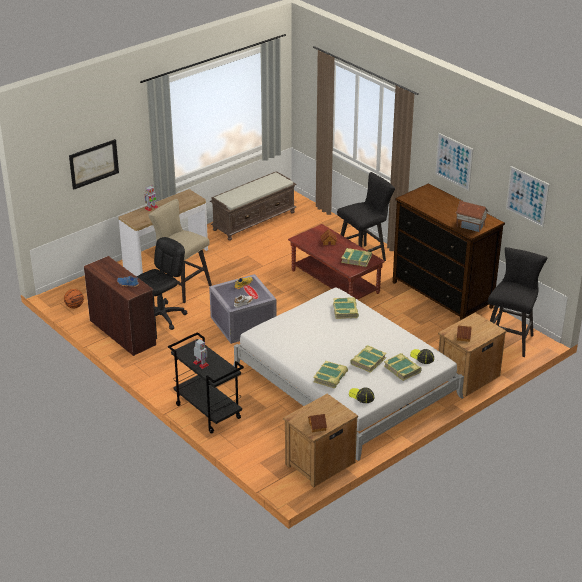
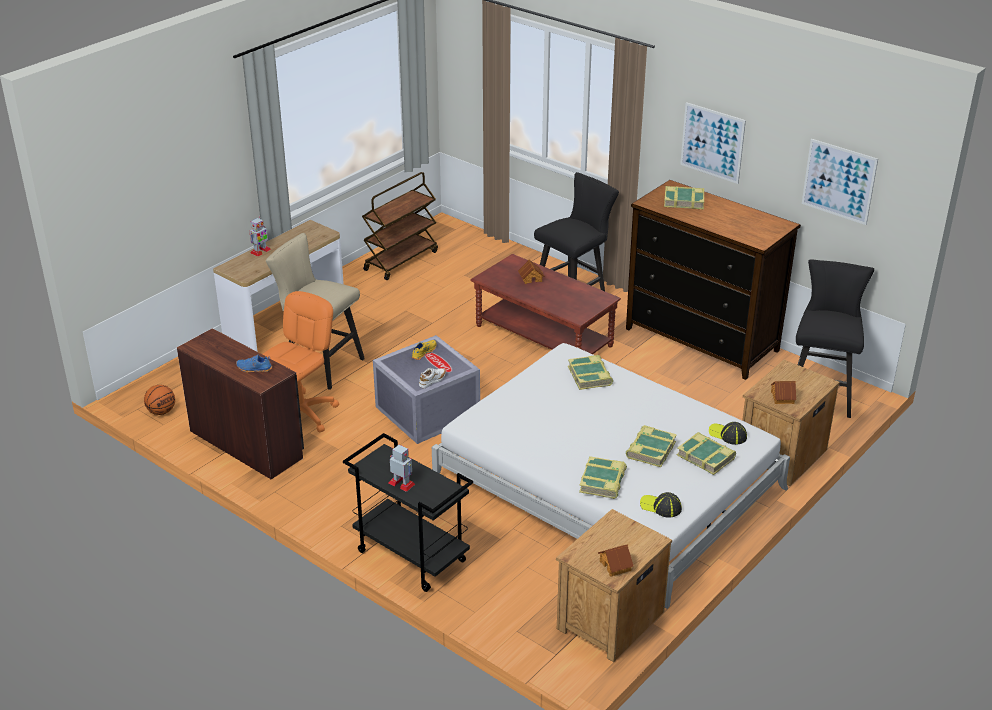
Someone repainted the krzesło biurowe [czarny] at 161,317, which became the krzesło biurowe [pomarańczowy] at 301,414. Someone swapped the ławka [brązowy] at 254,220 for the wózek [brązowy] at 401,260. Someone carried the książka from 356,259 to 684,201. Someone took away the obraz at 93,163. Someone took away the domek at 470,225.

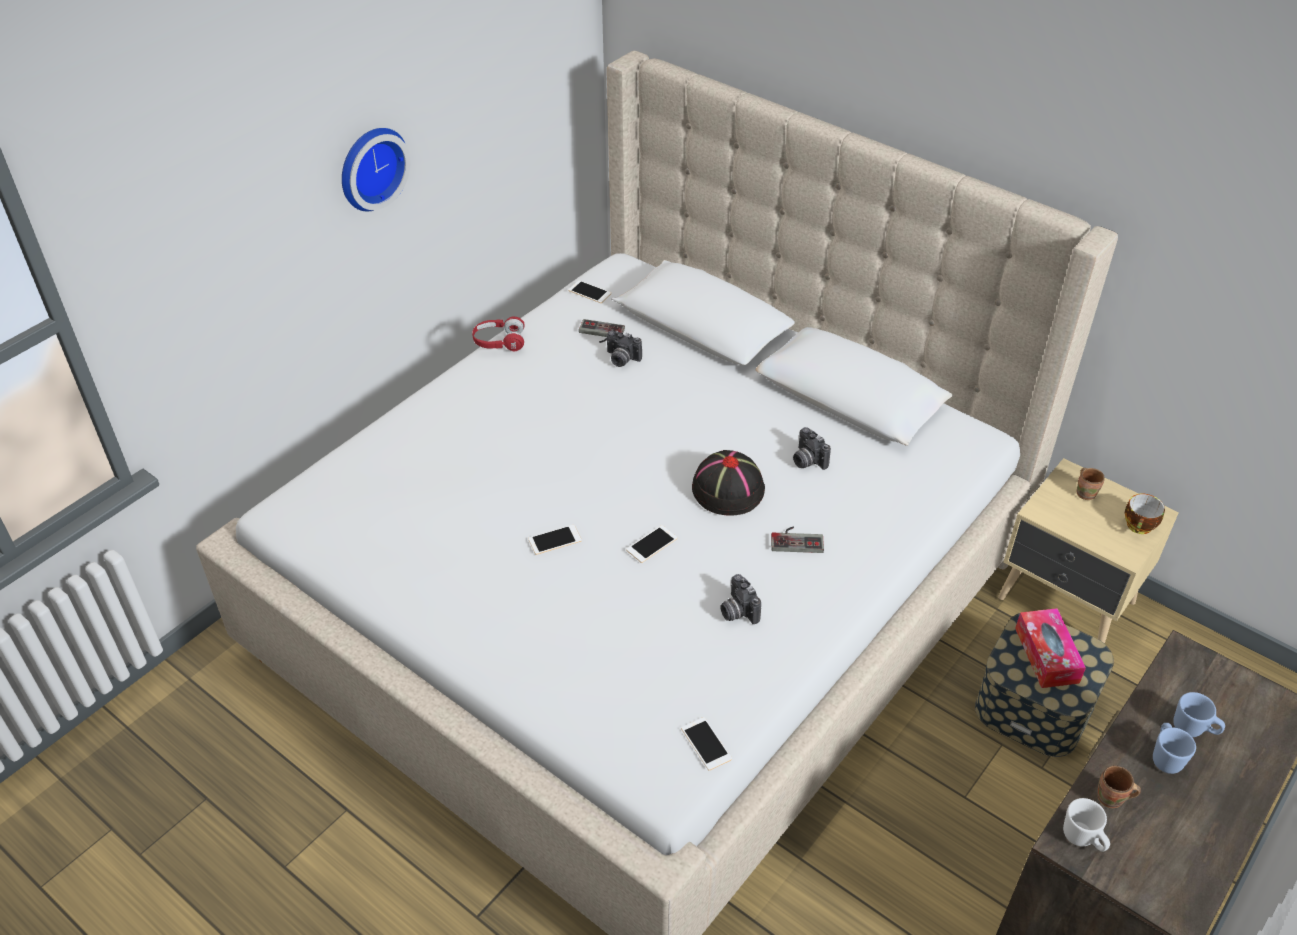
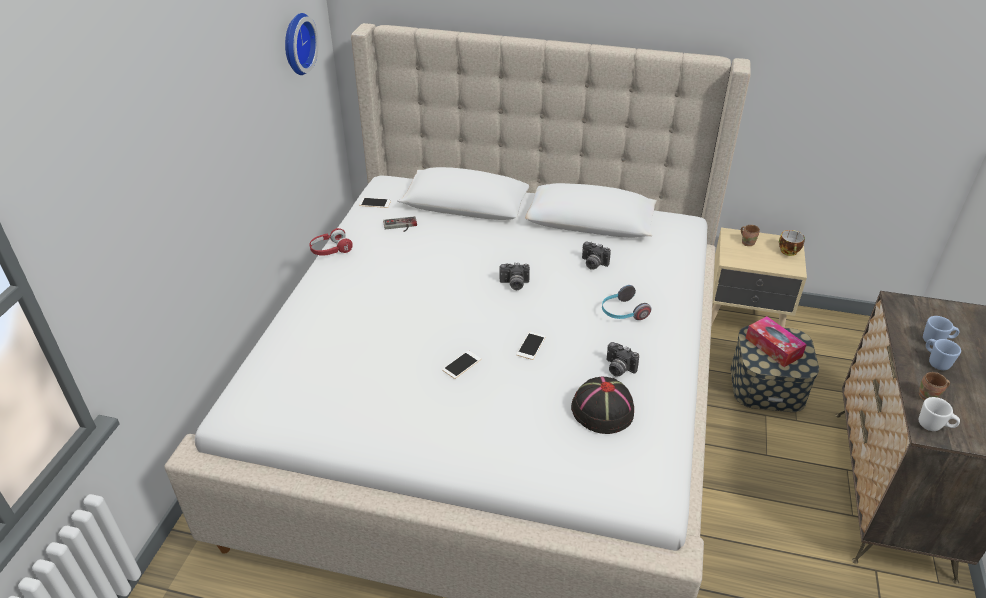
Someone carried the zegar ścienny from 370,167 to 296,43. Someone carried the aparat fotograficzny from 621,359 to 514,284. Someone carried the kapelusz [czarny] from 727,489 to 602,410. Someone swapped the pad do gier at 796,539 for the słuchawki at 622,312. Someone took away the telefon at 706,744.

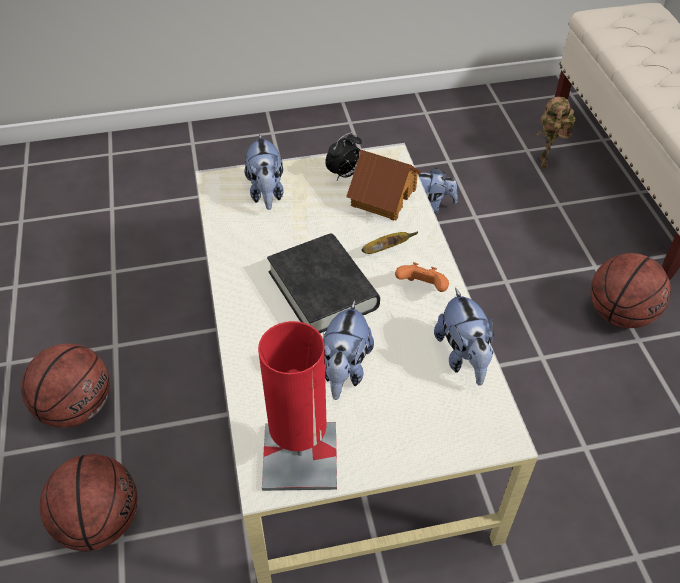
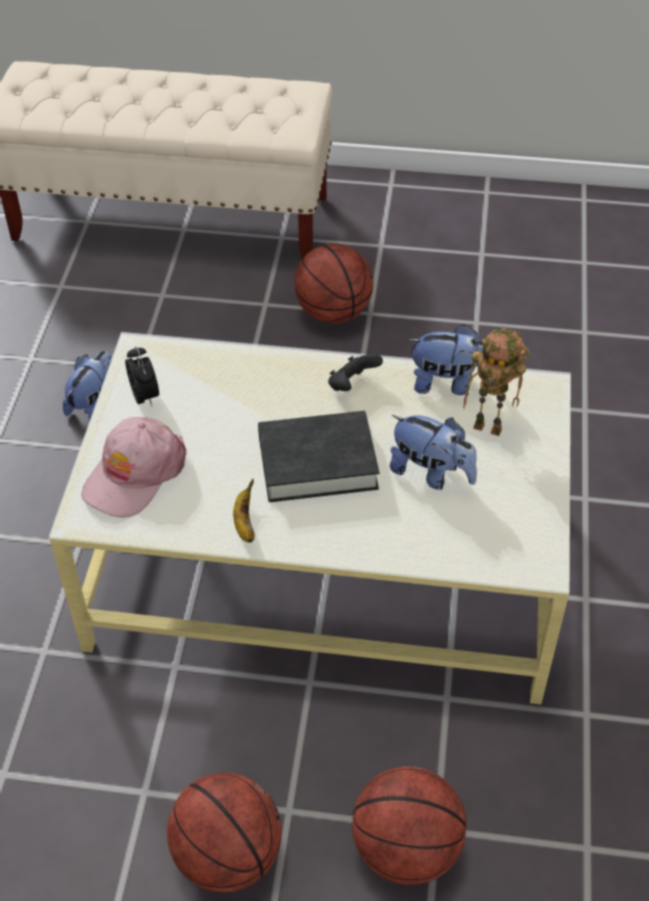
Someone swapped the pluszak at 266,192 for the czapka z daszkiem [różowy] at 134,474. Someone carried the banan from 386,249 to 244,523. Someone repainted the pad do gier [pomarańczowy] at 422,288, which became the pad do gier [czarny] at 352,385. Someone carried the robot zabawkowy from 546,163 to 490,427. Someone took away the lampa stołowa [czerwony] at 300,456. Someone took away the domek at 382,196.

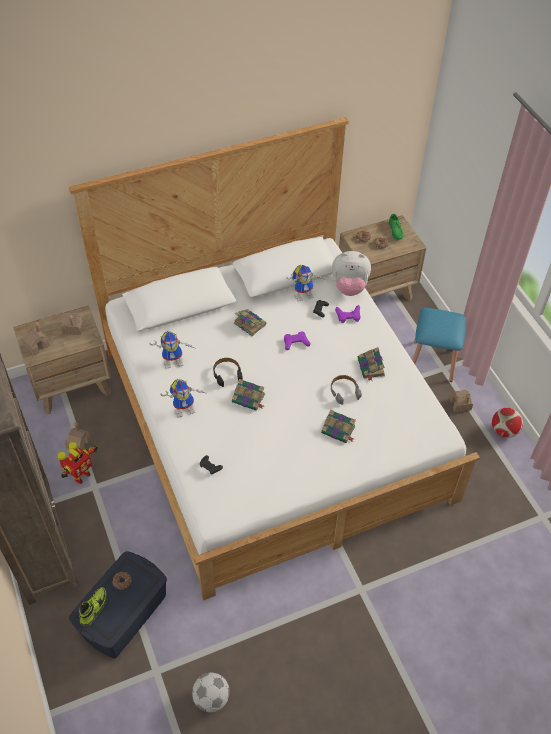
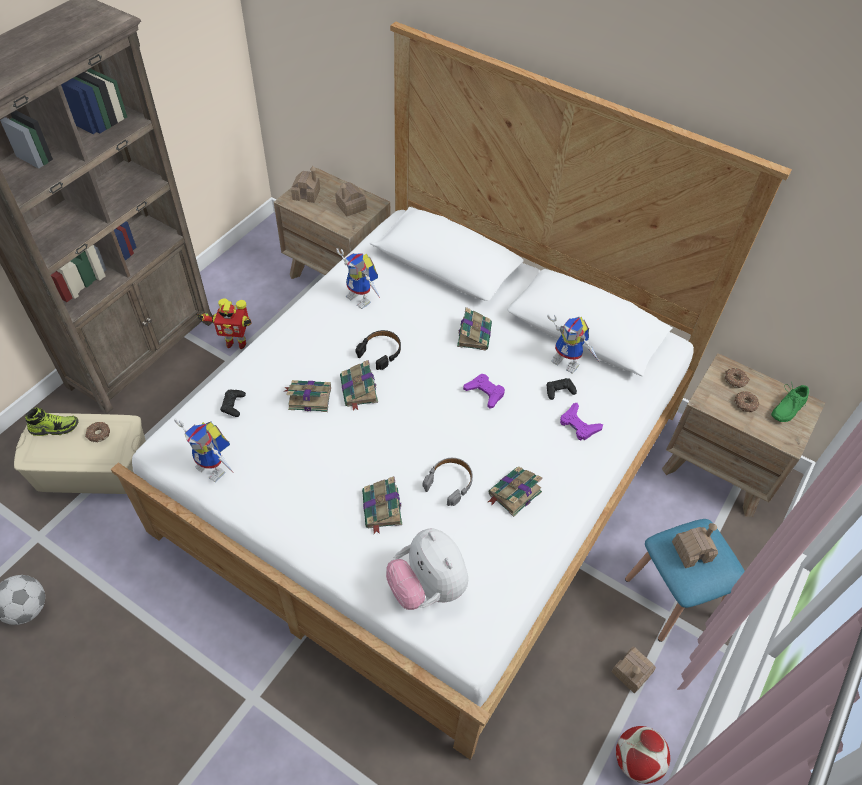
Someone repainted the pojemnik do przechowywania [niebieski] at 122,613, which became the pojemnik do przechowywania [beżowy] at 93,468. Someone carried the robot zabawkowy from 185,408 to 215,468. Someone put down the książka at 308,398. Someone carried the pluszak from 349,287 to 427,587. Someone carried the domek from 78,443 to 692,551.

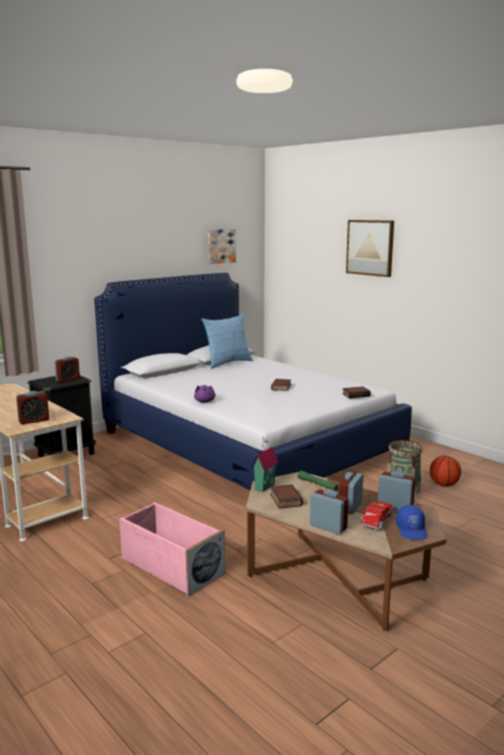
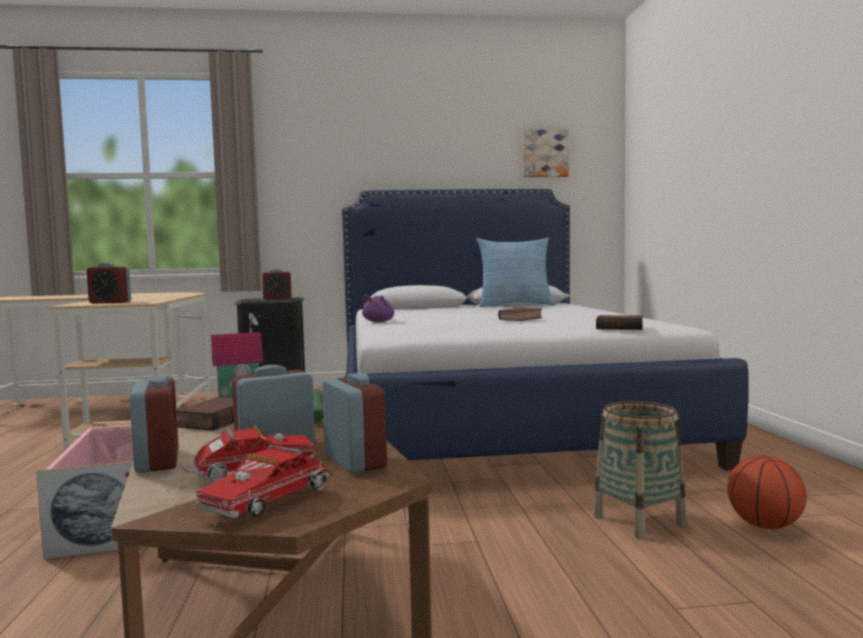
Someone swapped the czapka z daszkiem [niebieski] at 412,530 for the ciężarówka zabawkowa at 271,502. Someone took away the obraz at 370,247.

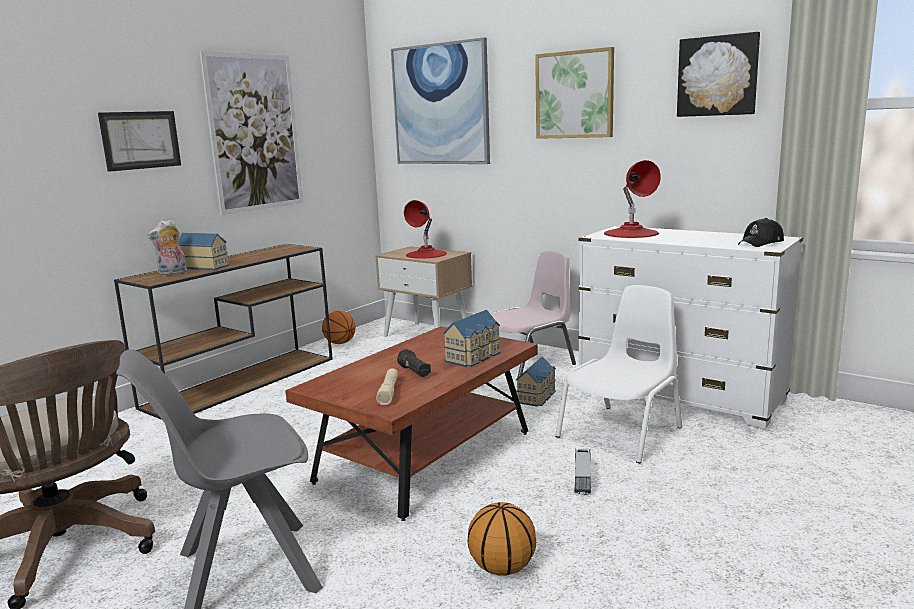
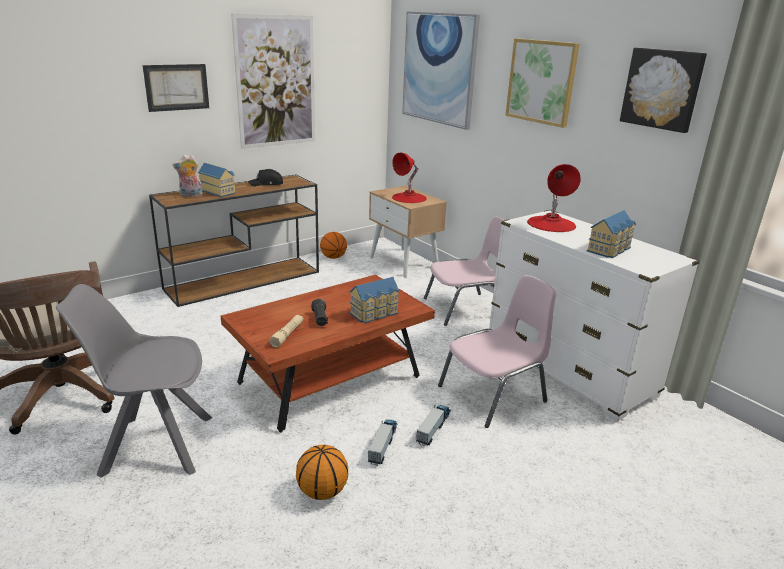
Someone carried the czapka z daszkiem [czarny] from 761,243 to 266,184. Someone put down the ciężarówka zabawkowa at 383,444. Someone repainted the krzesło [biały] at 622,432, which became the krzesło [różowy] at 494,394. Someone carried the domek from 537,396 to 610,249.

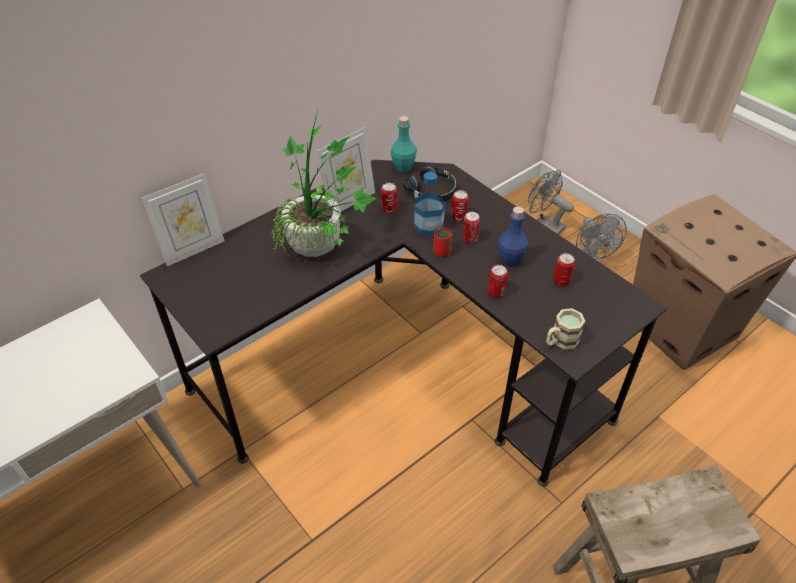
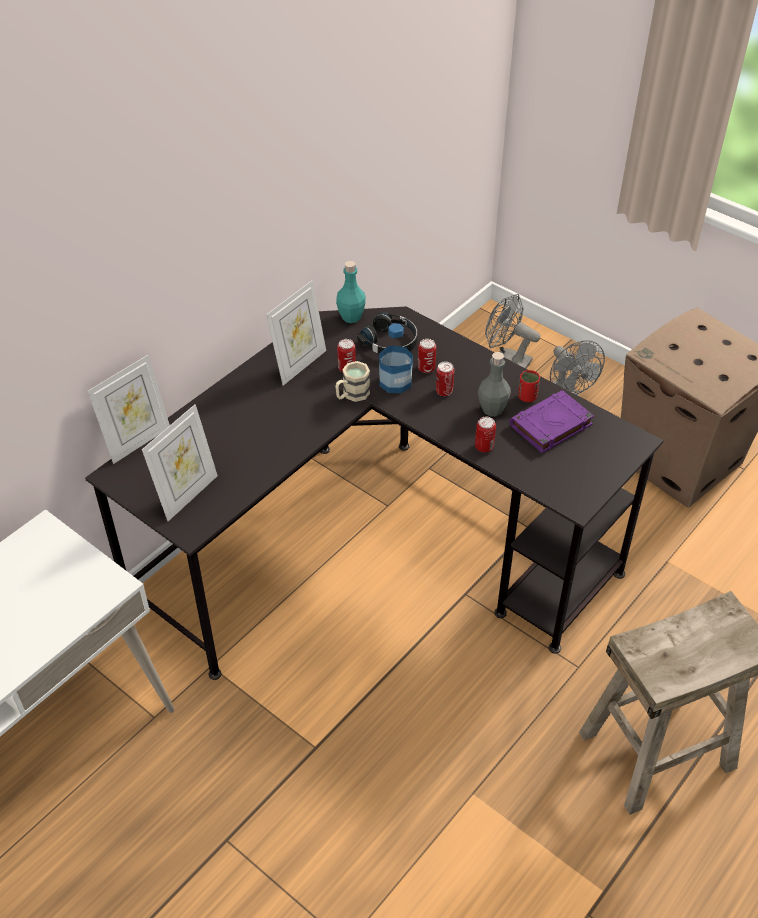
Someone put down the ramka na zdjęcie at 187,494. Someone carried the kubek [beżowy] from 560,341 to 351,395. Someone repainted the butelka [niebieski] at 510,260, which became the butelka [szary] at 492,409. Someone swapped the puszka at 561,281 for the książka [fioletowy] at 550,425. Someone carried the filiżanka [czerwony] from 442,252 to 527,397. Someone took away the roślina doniczkowa at 321,254.

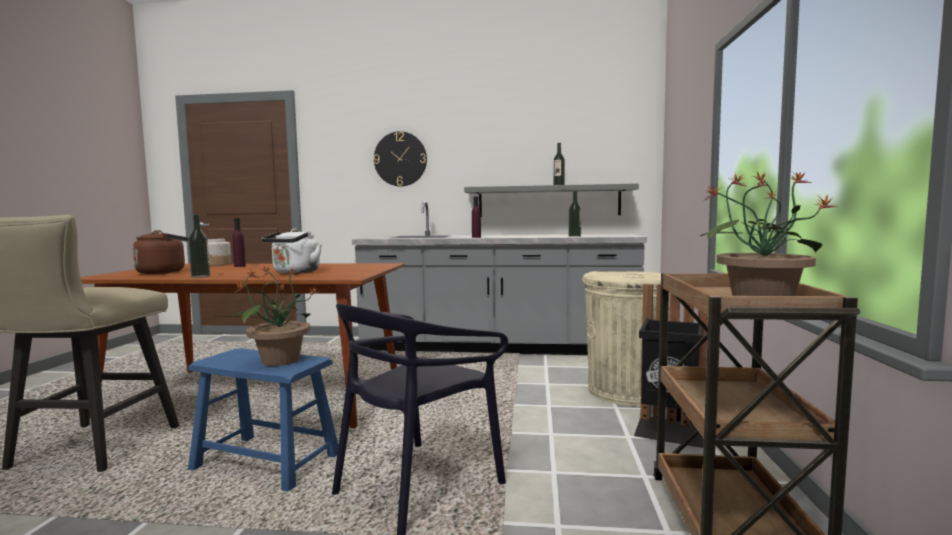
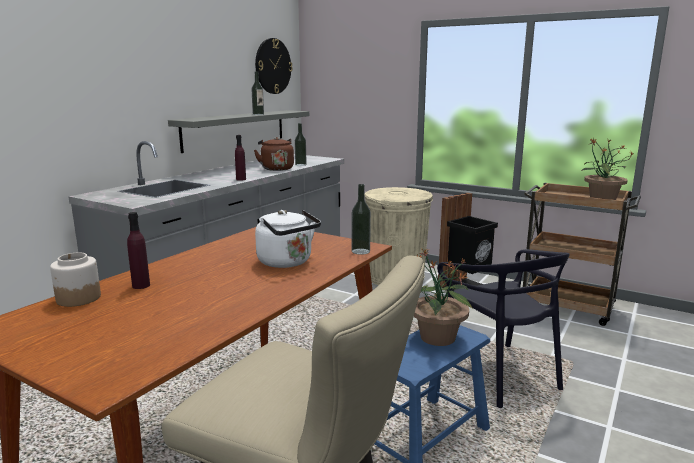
Someone carried the czajnik [brązowy] from 164,272 to 276,168. Someone carried the zegar ścienny from 400,159 to 273,66. Someone carried the butelka from 200,276 to 360,251.

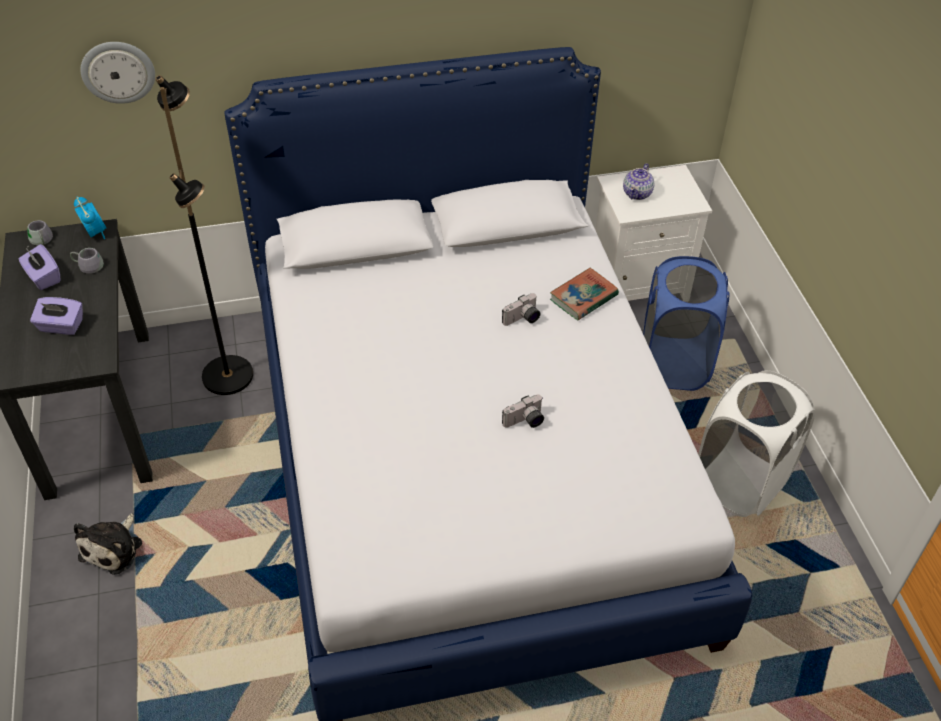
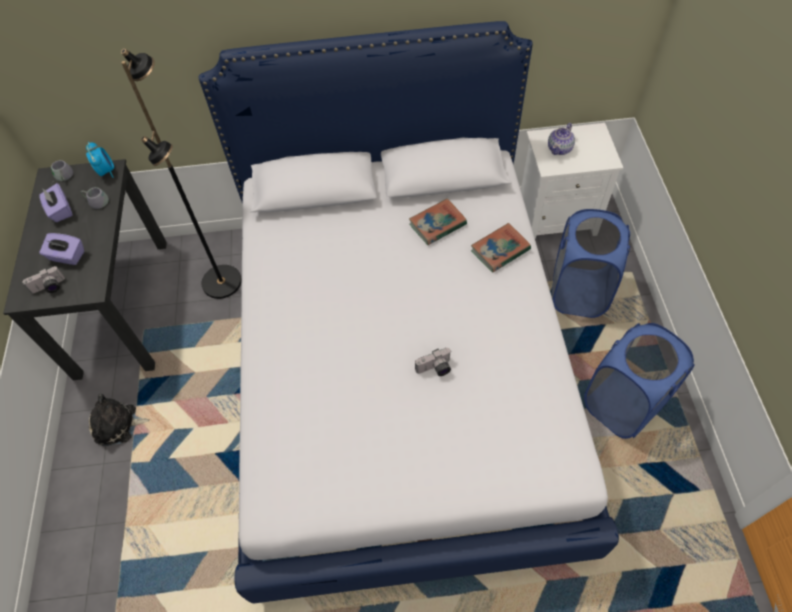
Someone carried the aparat fotograficzny from 522,319 to 49,288. Someone rotated the pluszak at 114,548 by 60 degrees clockwise. Someone put down the książka at 437,224. Someone repainted the kosz na pranie [biały] at 740,482, which became the kosz na pranie [niebieski] at 622,404. Someone took away the zegar ścienny at 118,71.

